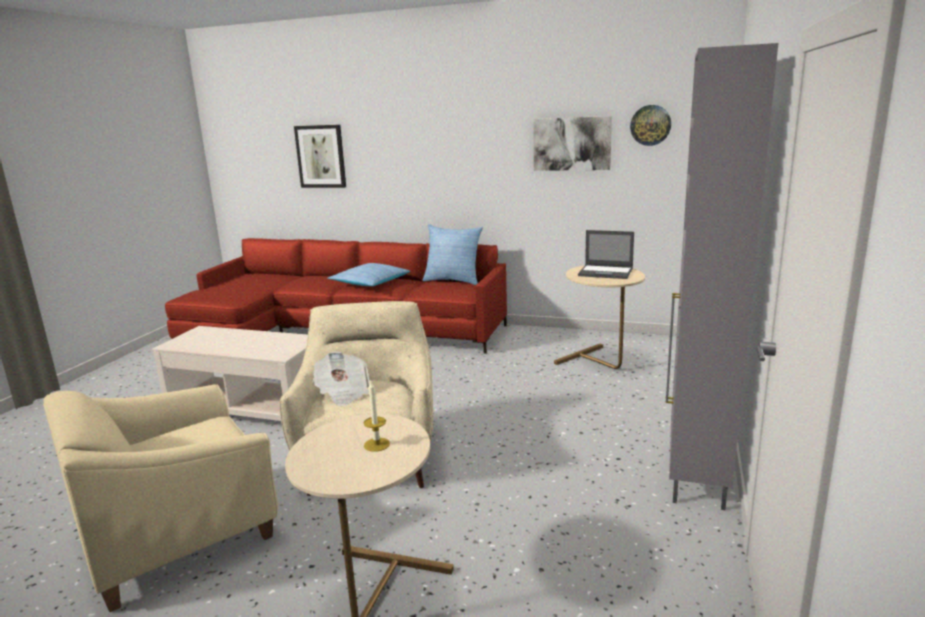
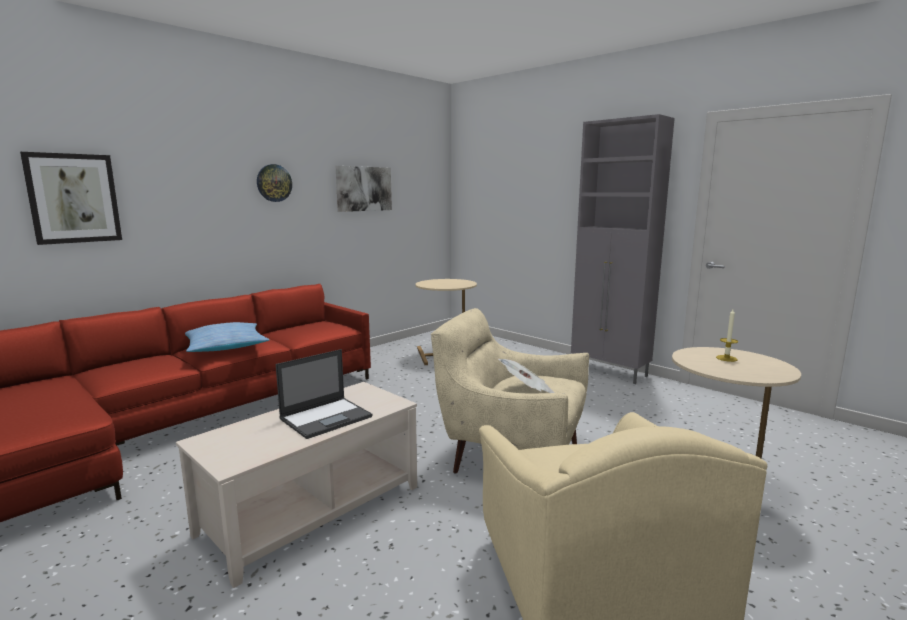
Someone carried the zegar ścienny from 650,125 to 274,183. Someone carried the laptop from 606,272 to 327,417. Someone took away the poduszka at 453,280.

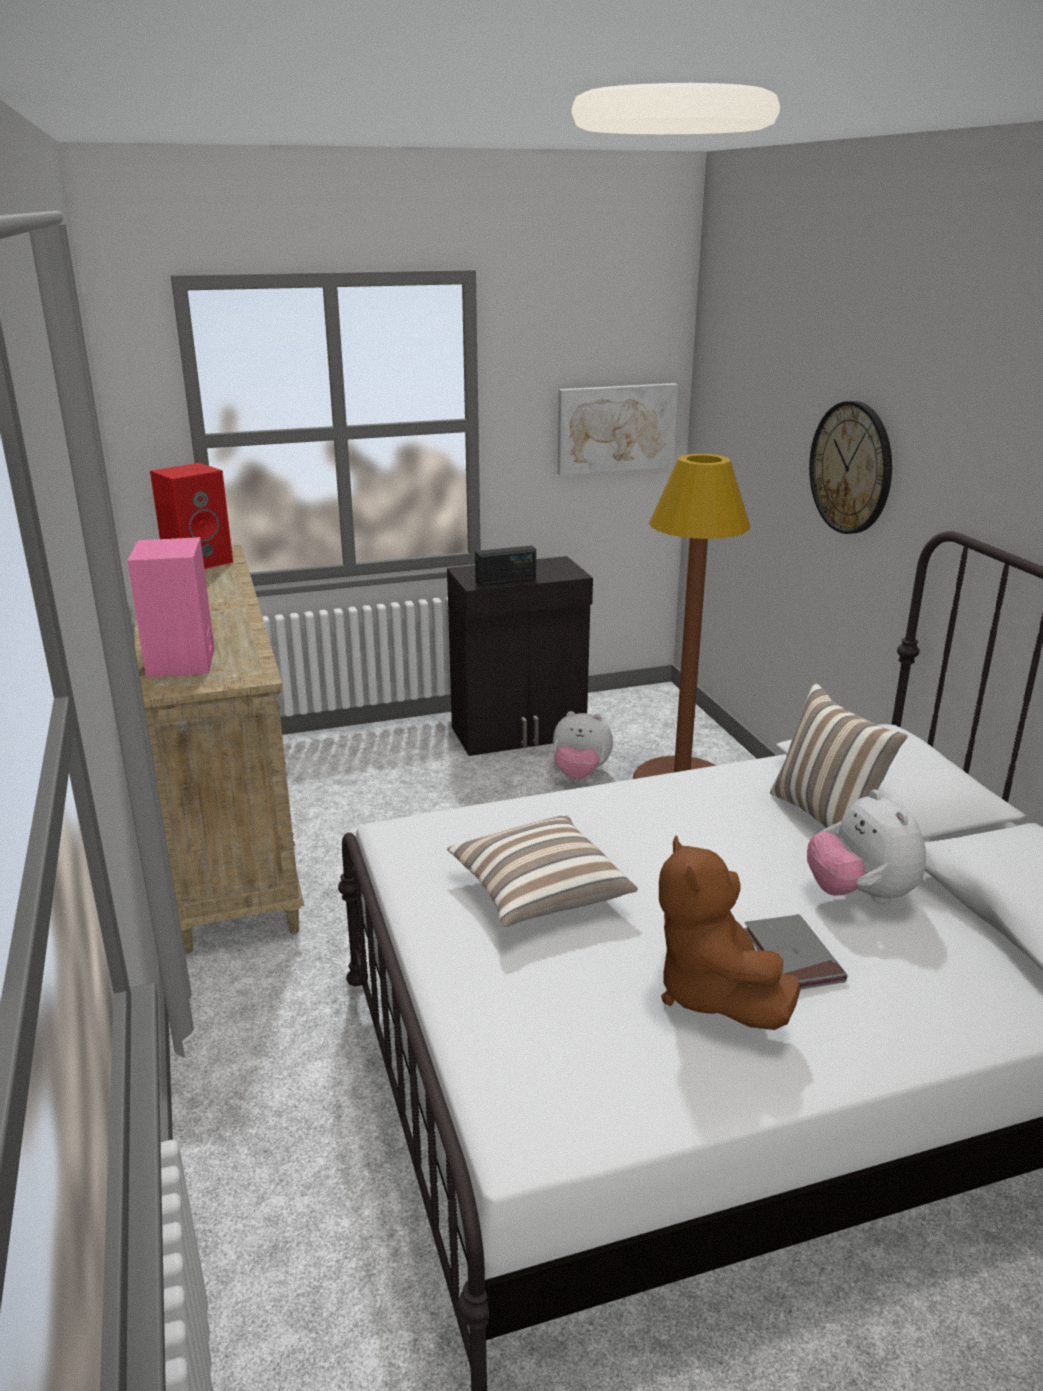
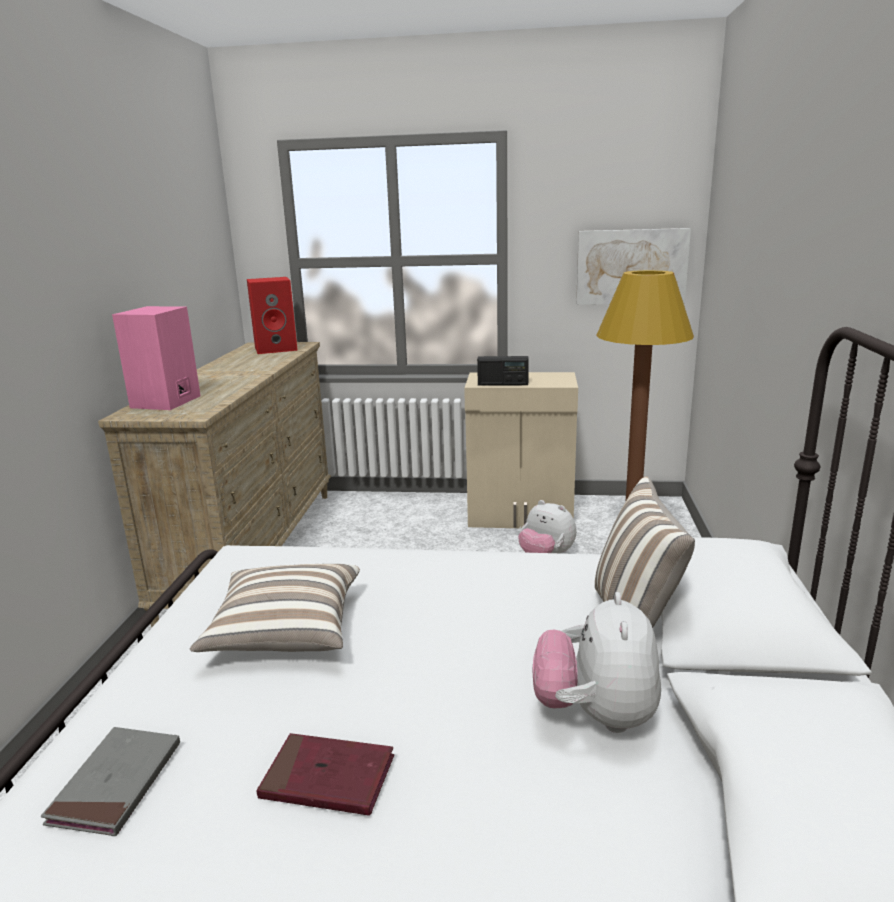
Someone carried the książka [szary] from 793,956 to 116,784. Someone swapped the pluszak [brązowy] at 712,993 for the książka [czerwony] at 328,779. Someone repainted the szafka [czarny] at 520,733, which became the szafka [beżowy] at 521,517. Someone took away the zegar ścienny at 851,468.

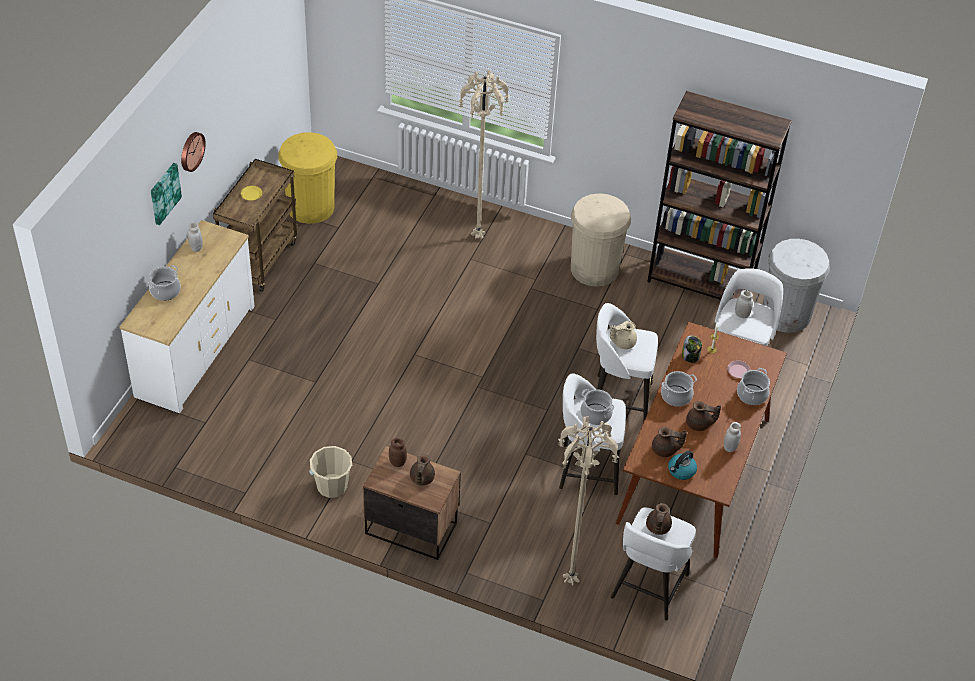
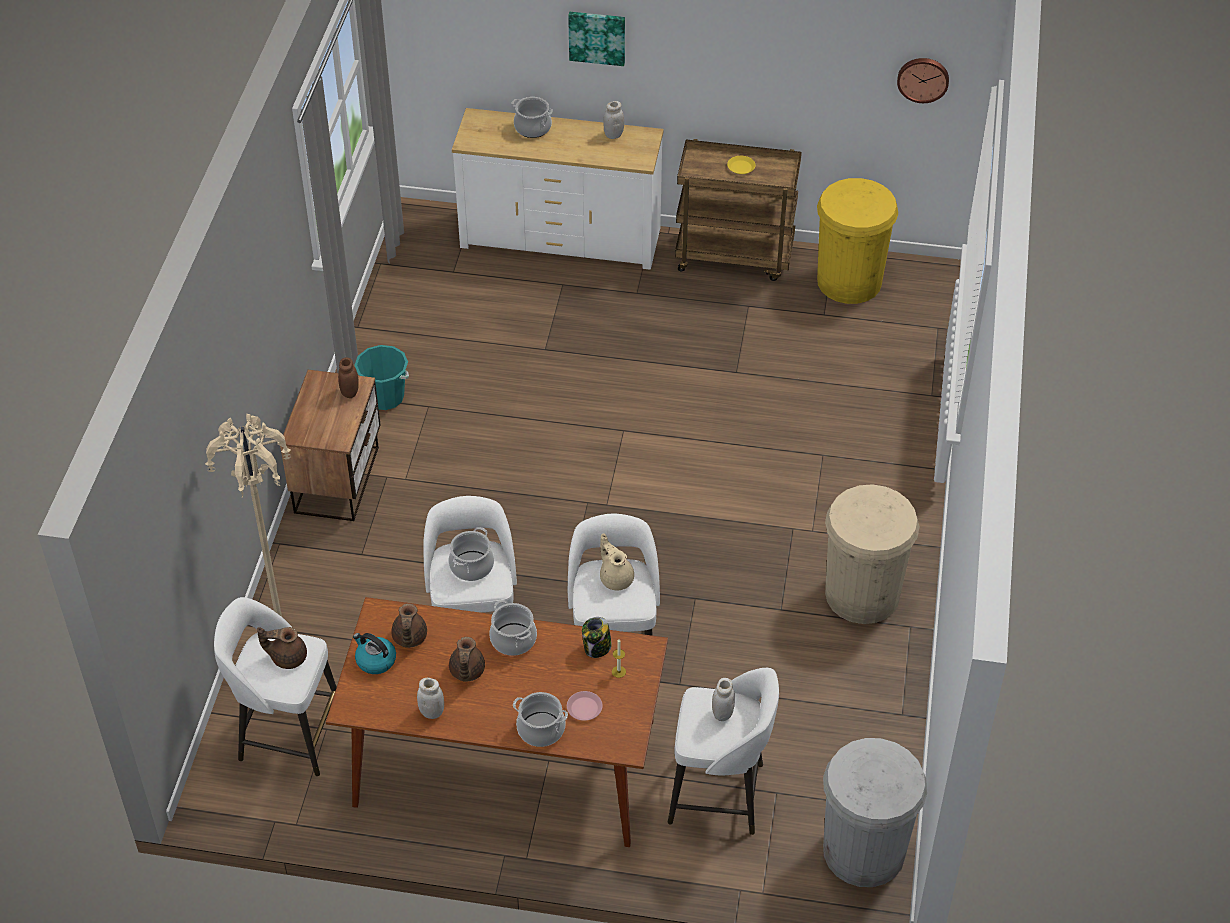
Someone repainted the wiadro [beżowy] at 332,486, which became the wiadro [turkusowy] at 385,397. Someone carried the zegar ścienny from 191,151 to 923,78. Someone took away the imbryk [brązowy] at 421,479. Someone took away the lampa stojąca [beżowy] at 476,236. Someone took away the regał [brązowy] at 700,283.

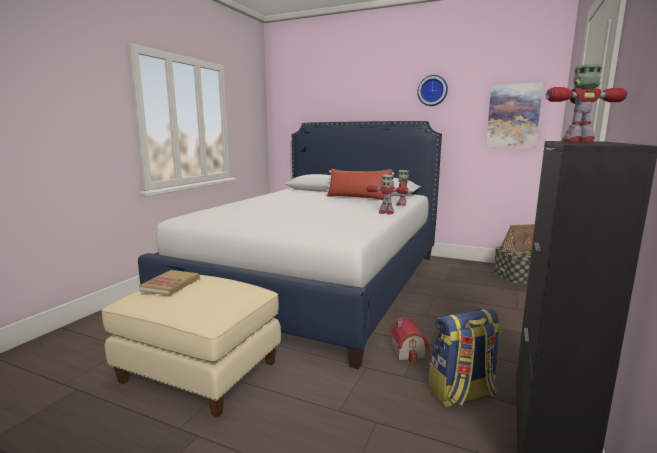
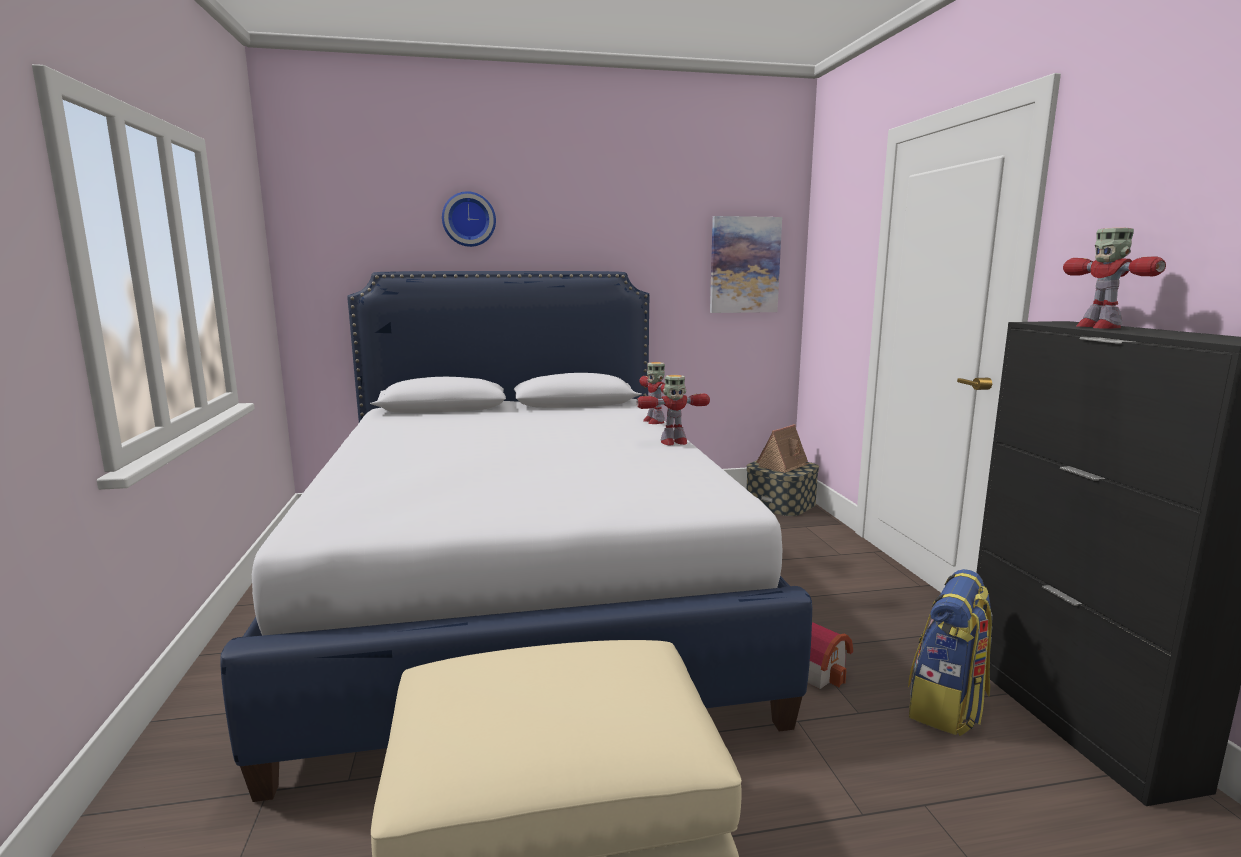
Someone carried the zegar ścienny from 432,90 to 469,219. Someone rotated the robot zabawkowy at 577,141 by 60 degrees counterclockwise. Someone took away the książka at 170,284. Someone took away the poduszka [czerwony] at 357,198.

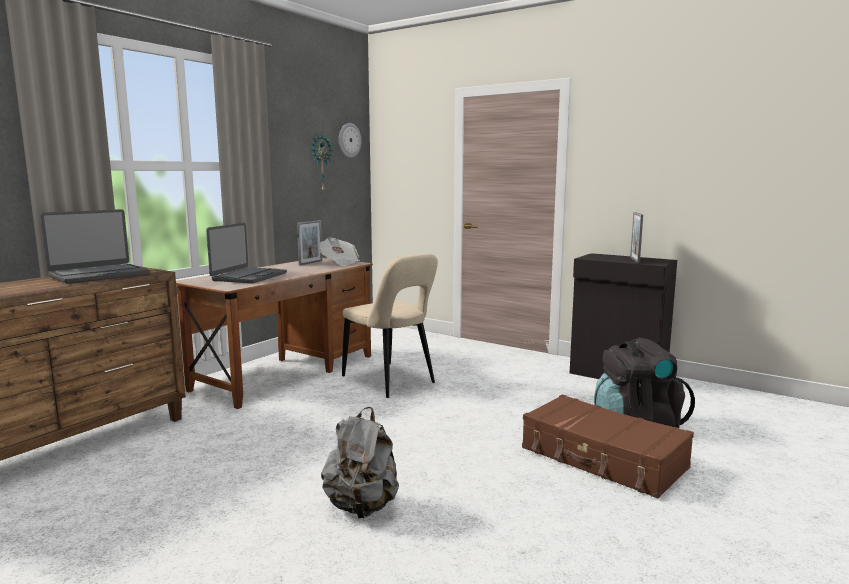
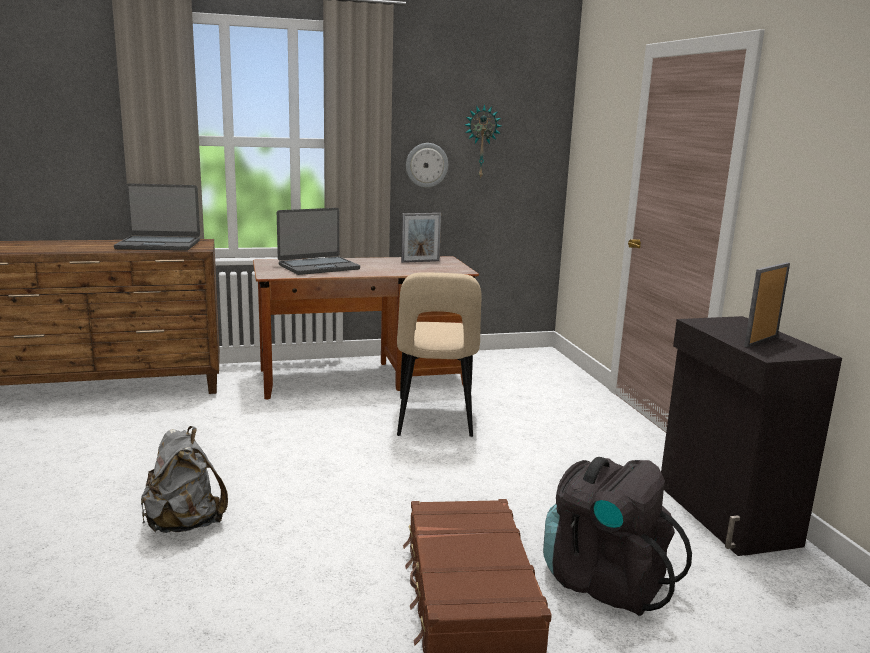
Someone carried the zegar ścienny from 349,140 to 426,165. Someone took away the gazeta at 339,263.

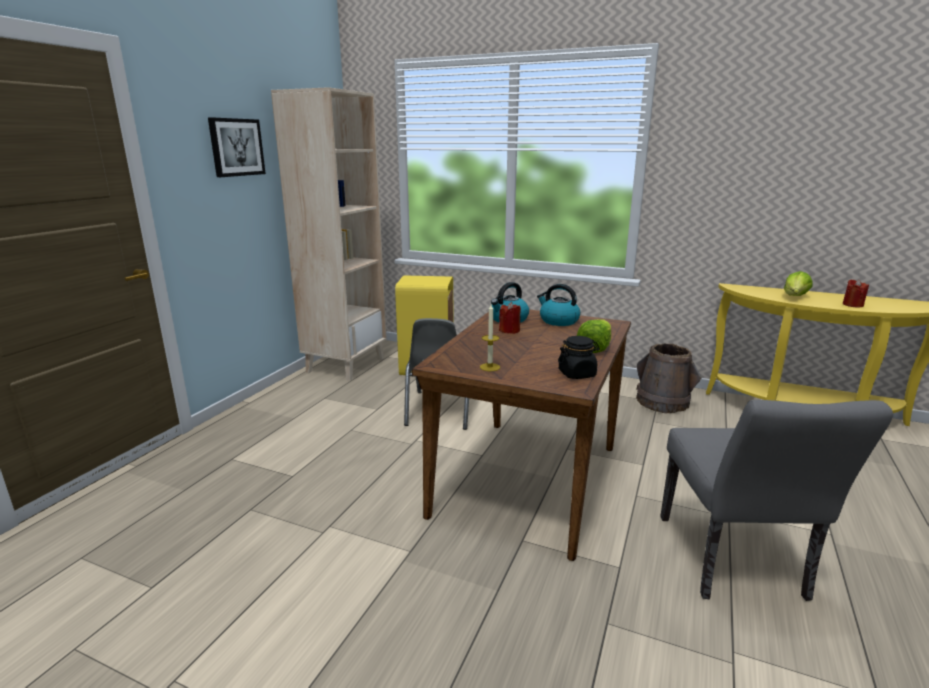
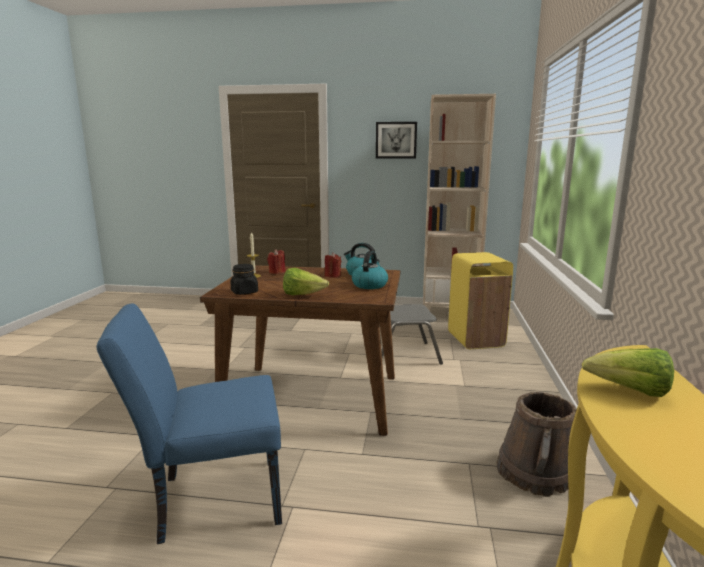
Someone repainted the krzesło [szary] at 734,564, which became the krzesło [niebieski] at 209,500. Someone carried the świeca [czerwony] from 852,305 to 277,272.

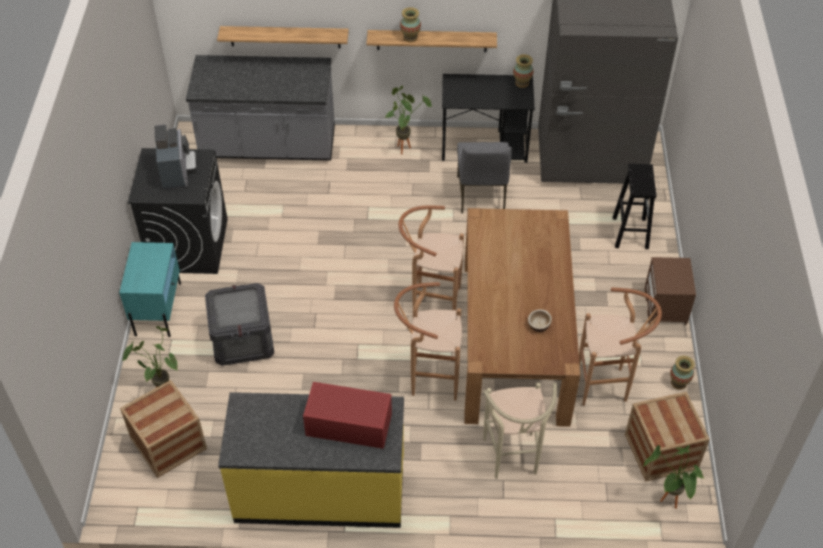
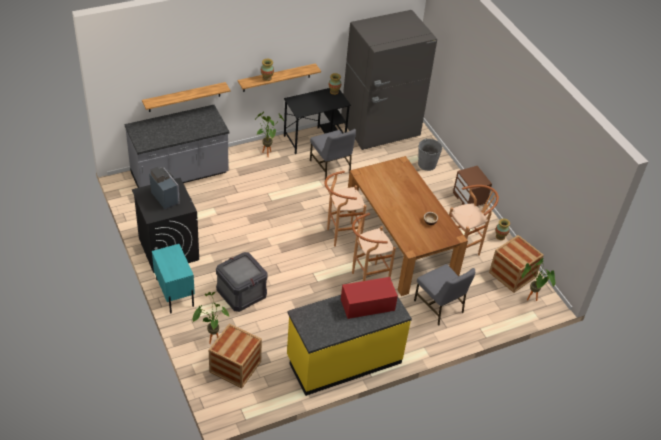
Someone swapped the stołek [beżowy] at 512,461 for the krzesło [szary] at 439,306. Someone swapped the stołek [czarny] at 630,232 for the wiadro [szary] at 426,164.

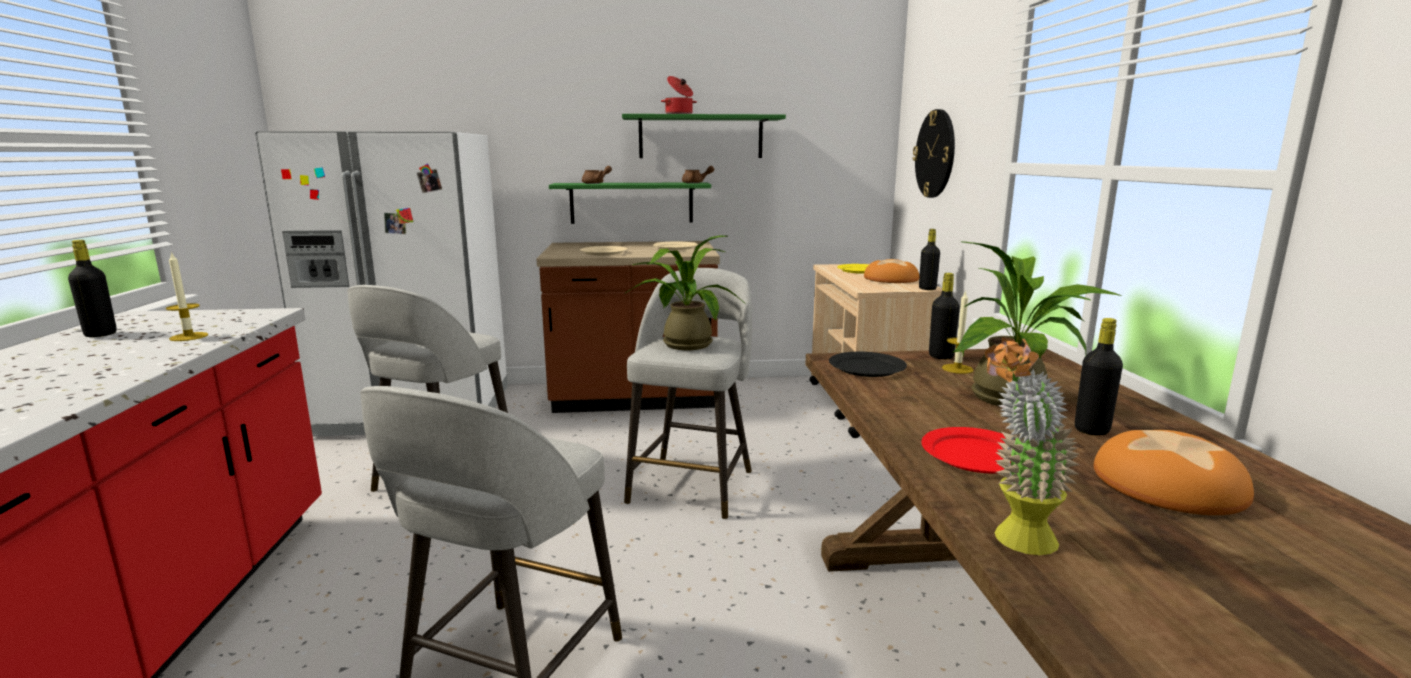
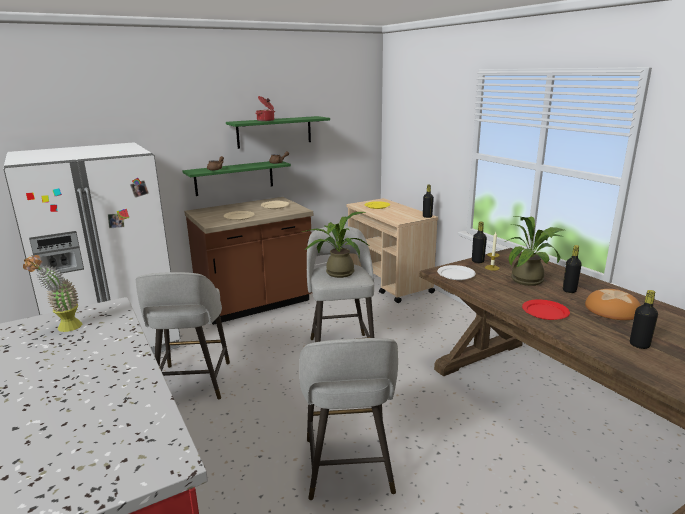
Someone carried the roślina doniczkowa from 1014,543 to 63,329. Someone repainted the talerz [czarny] at 866,368, which became the talerz [biały] at 456,274. Someone carried the butelka [czarny] from 100,334 to 639,345. Someone took away the świeca at 189,337. Someone took away the chleb at 890,279. Someone took away the zegar ścienny at 935,154.

